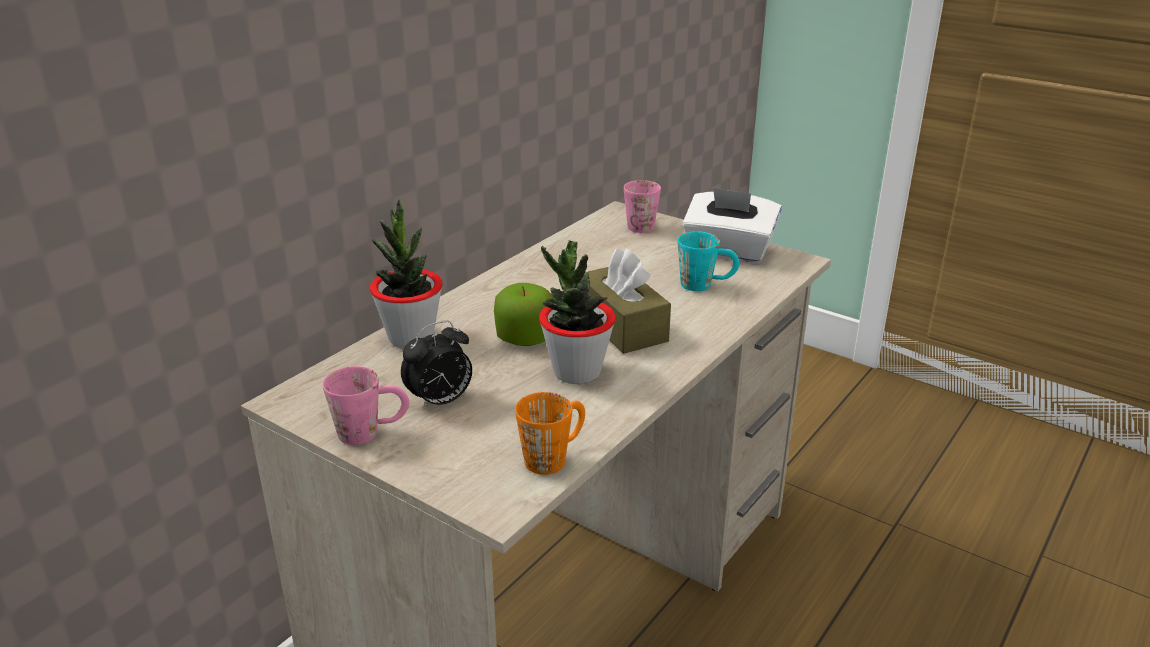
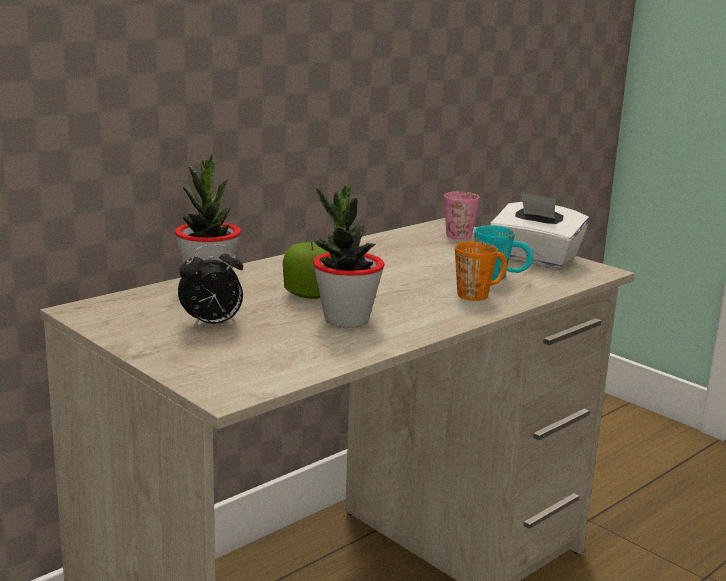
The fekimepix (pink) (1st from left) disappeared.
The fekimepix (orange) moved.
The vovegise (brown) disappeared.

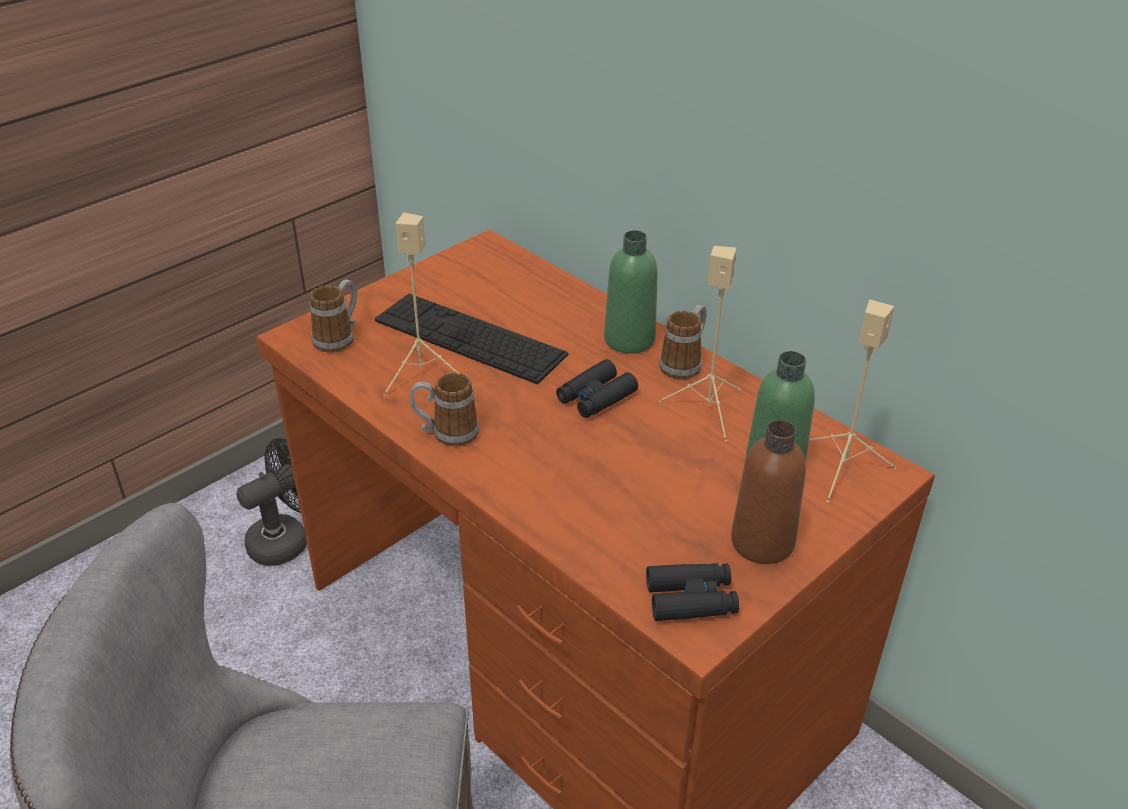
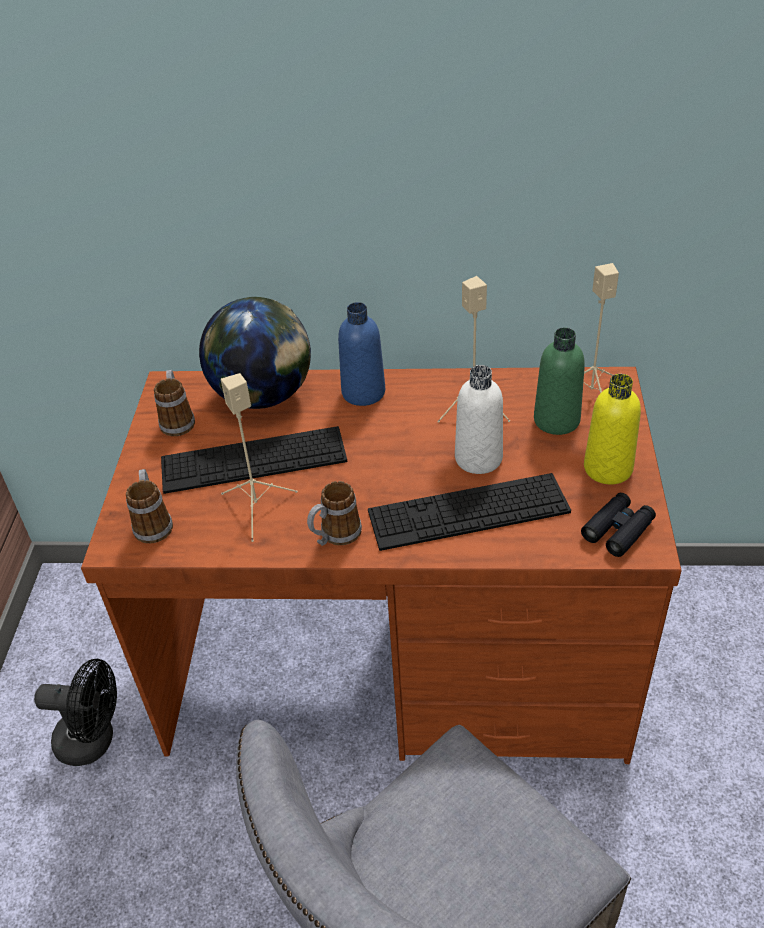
The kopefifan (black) turned 90 degrees clockwise.
The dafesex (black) (1st from left) disappeared.
The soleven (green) (1st from left) became the soleven (blue).
The fekimepix (3rd from left in the first image) moved.
The soleven (brown) became the soleven (yellow).
The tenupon appeared.
The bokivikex (2nd from left) appeared.
The soleven (white) appeared.

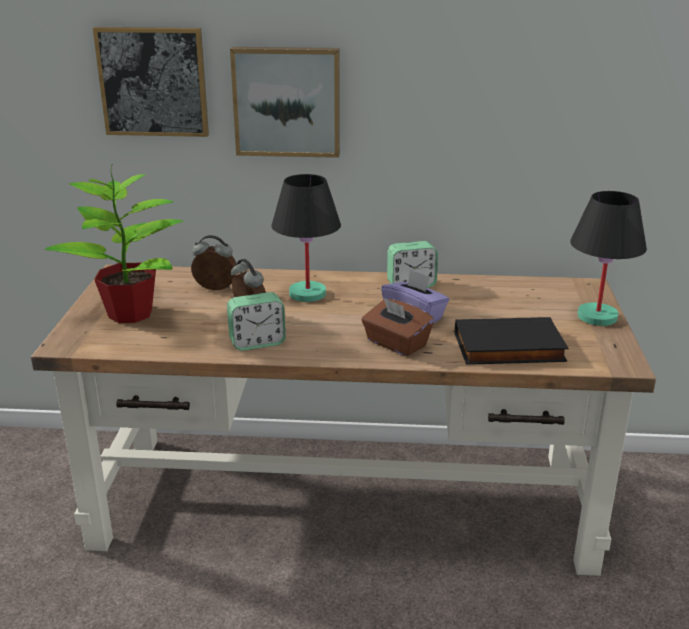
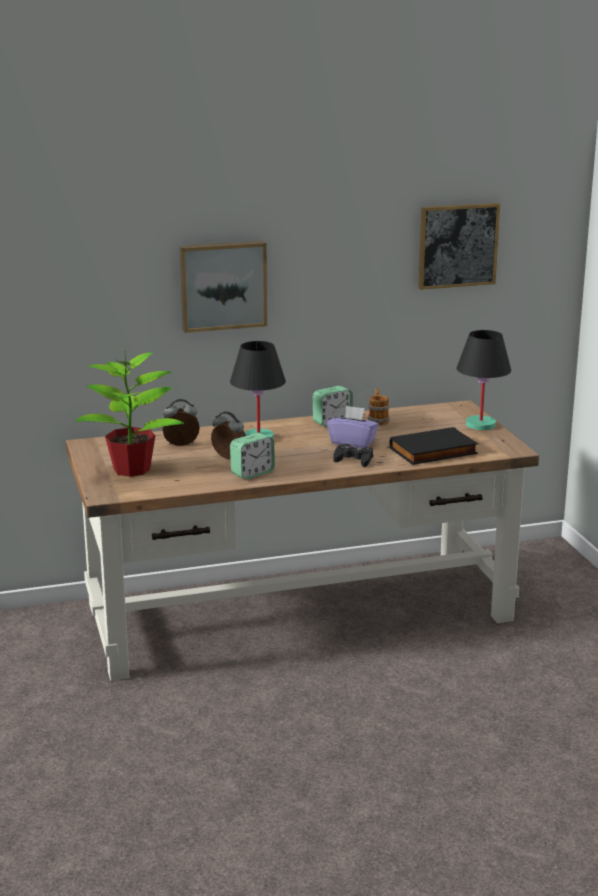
The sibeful (1st from left in the first image) moved.
The vovegise (brown) was replaced by the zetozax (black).
The fekimepix appeared.

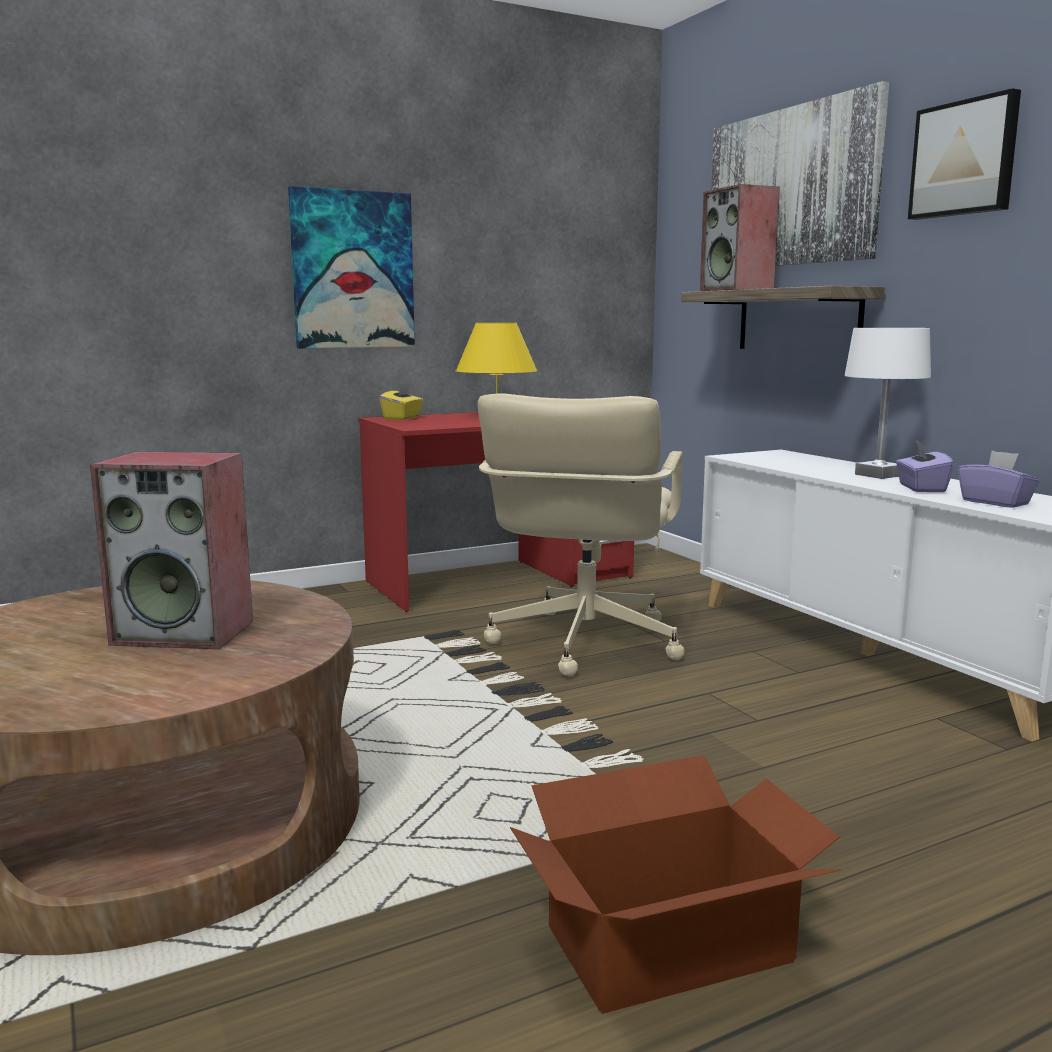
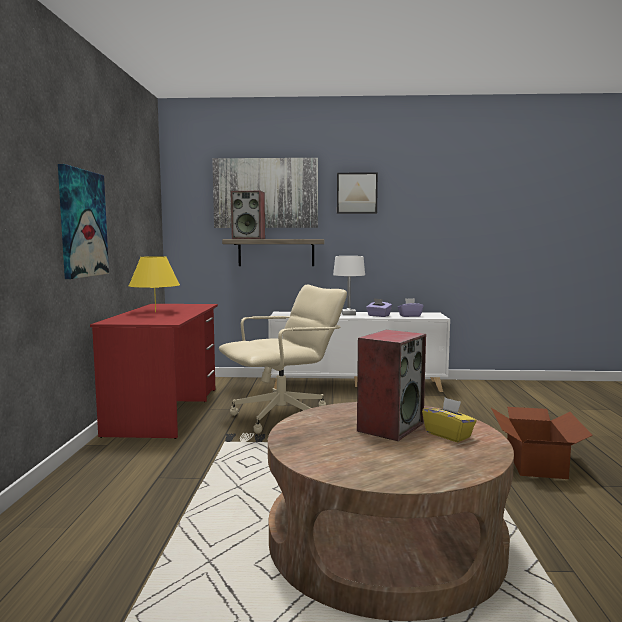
The vovegise (yellow) moved.
The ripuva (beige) turned 75 degrees counterclockwise.

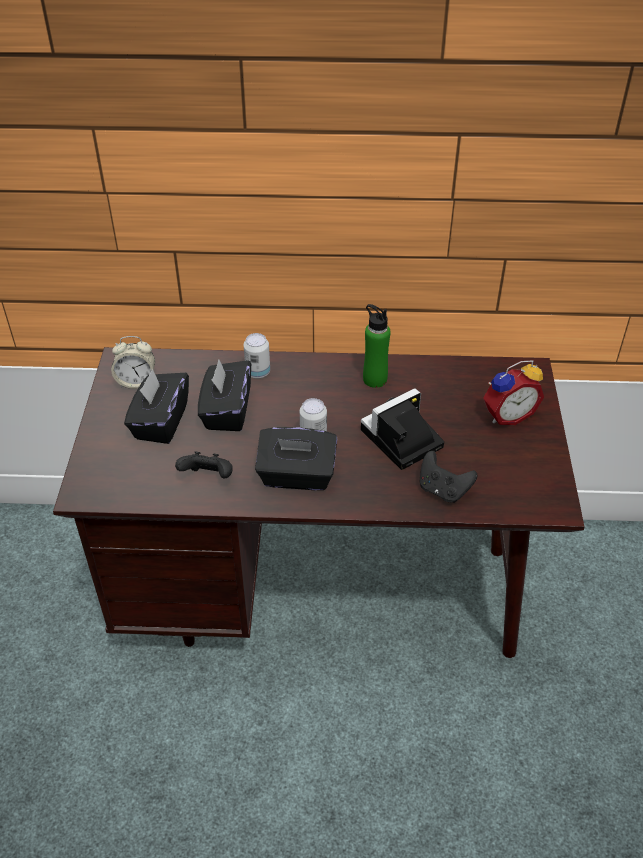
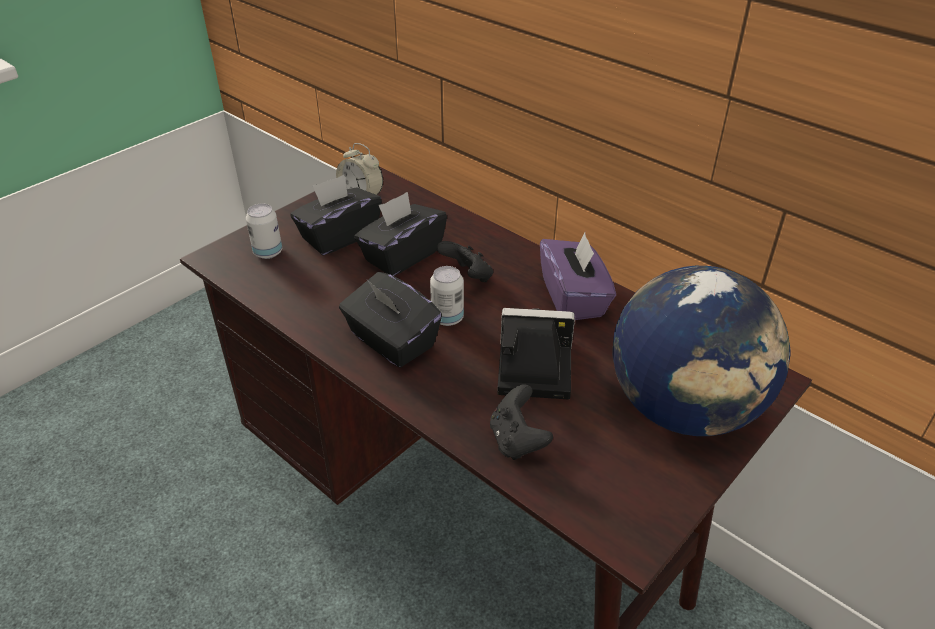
The zetozax (black) (1st from left) moved.
The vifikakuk (1st from left) moved.
The soleven (green) was replaced by the vovegise (purple).
The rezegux (2nd from left) was replaced by the tenupon.

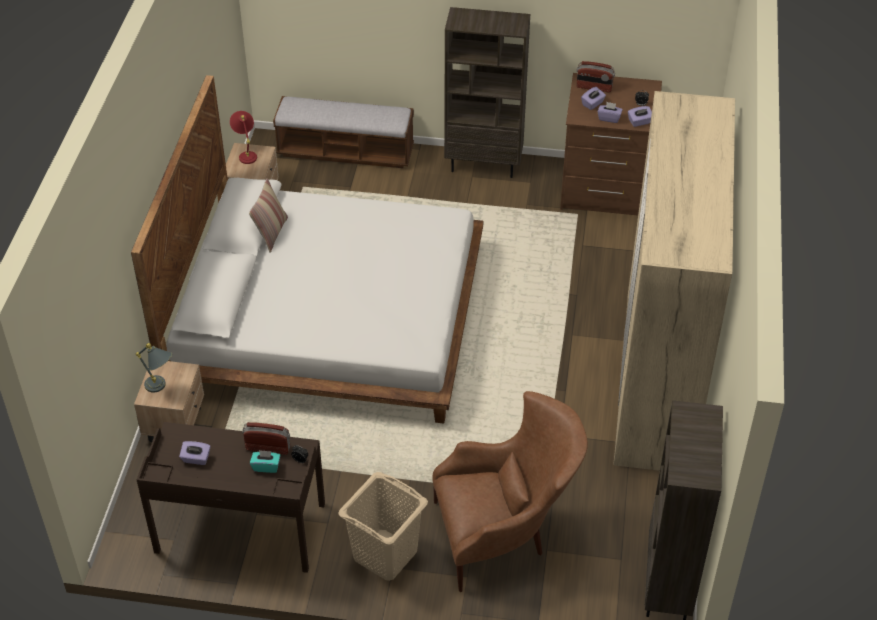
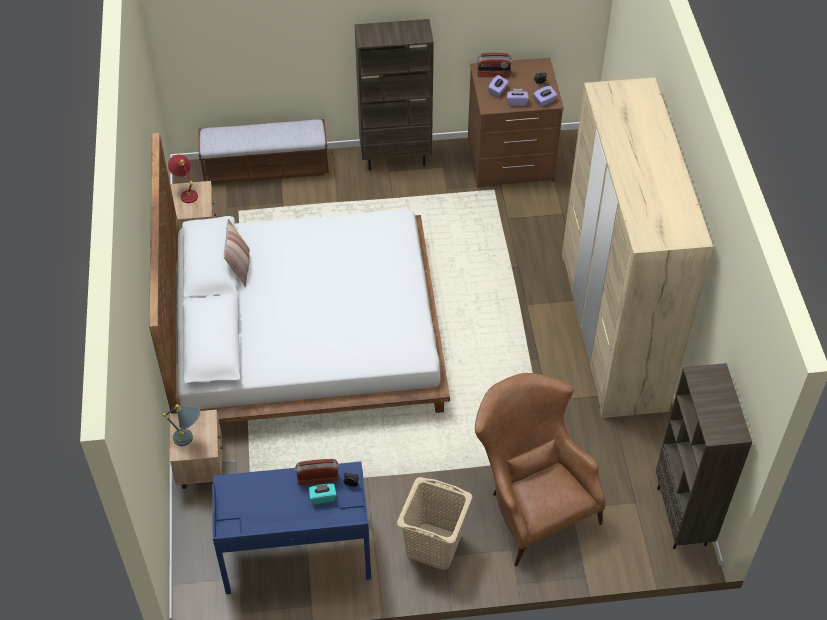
The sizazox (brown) became the sizazox (blue).
The vovegise (purple) (1st from left) disappeared.
The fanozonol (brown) turned 90 degrees counterclockwise.

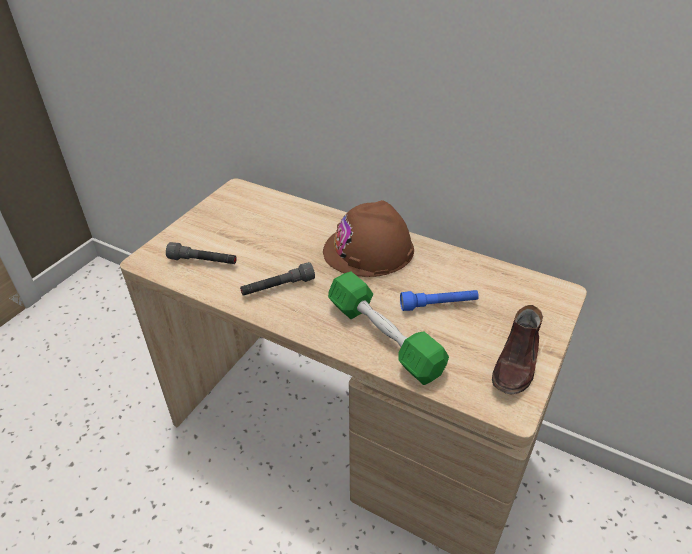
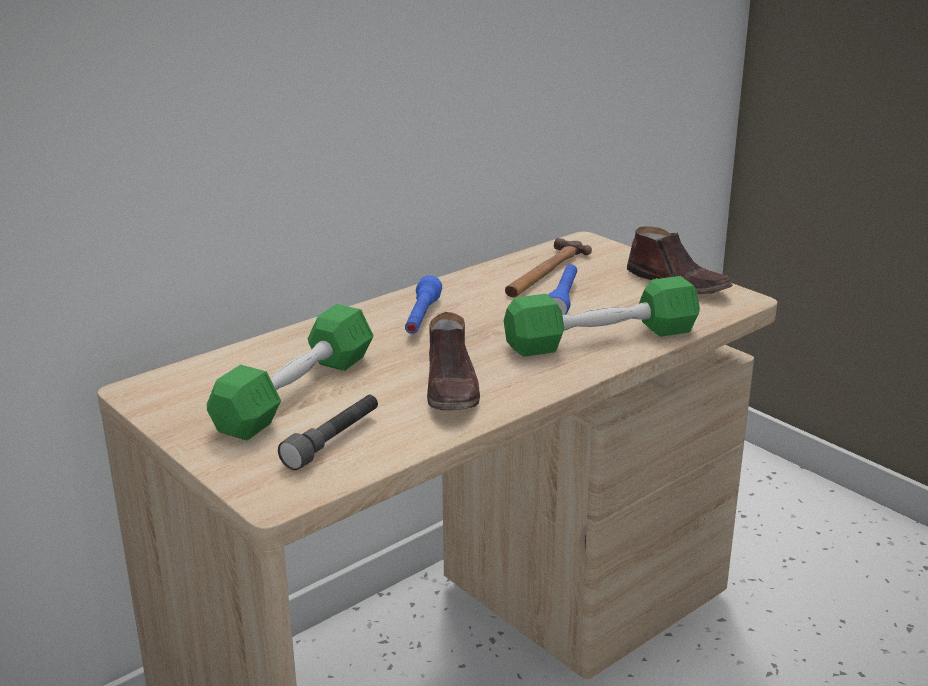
The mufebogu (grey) (2nd from left) was replaced by the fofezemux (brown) (1st from left).
The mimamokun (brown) was replaced by the mufebogu (blue) (1st from left).
The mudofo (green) (1st from left) appeared.
The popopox appeared.

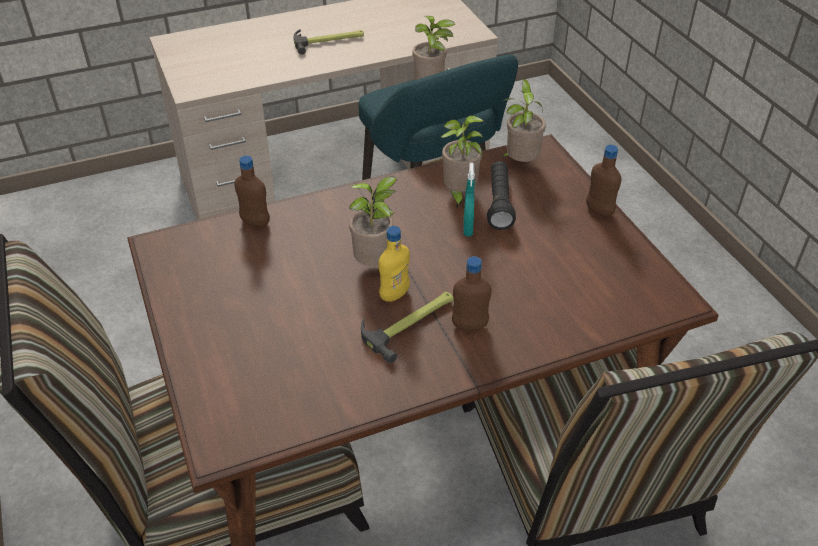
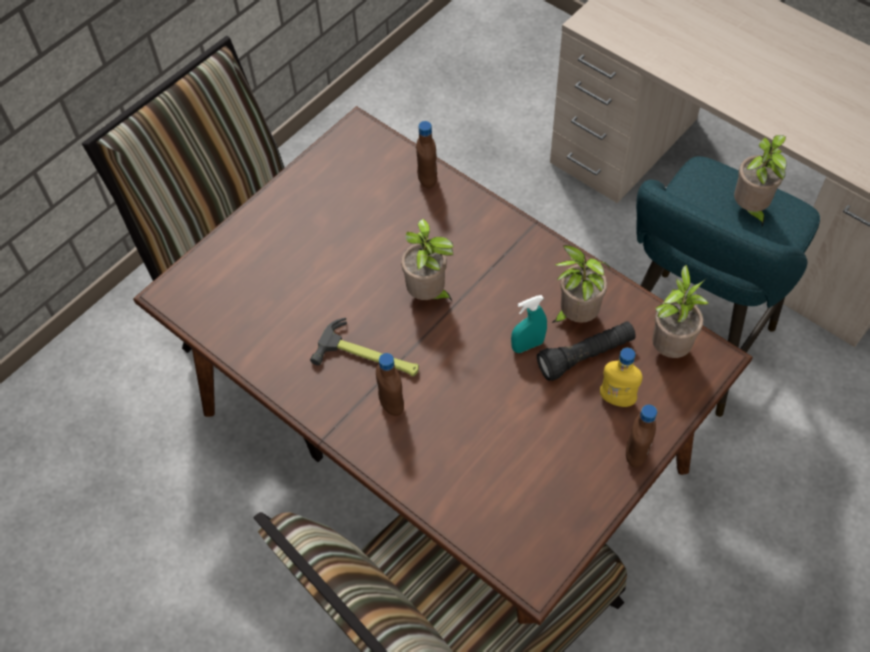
The popopox (1st from left) disappeared.
The soleven (yellow) moved.

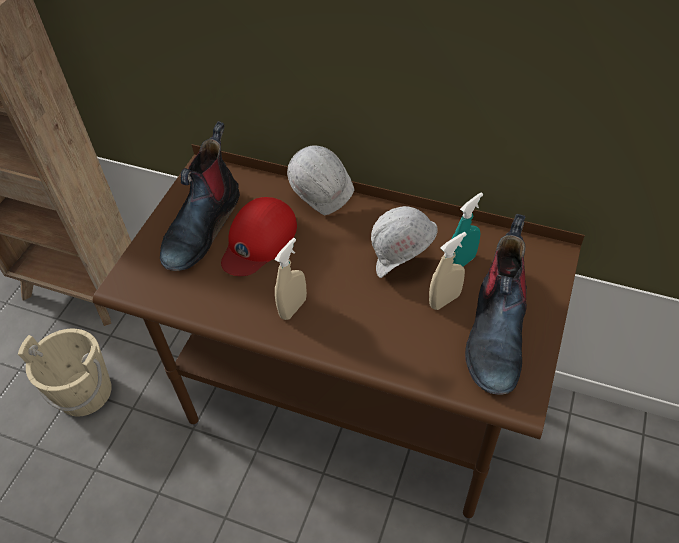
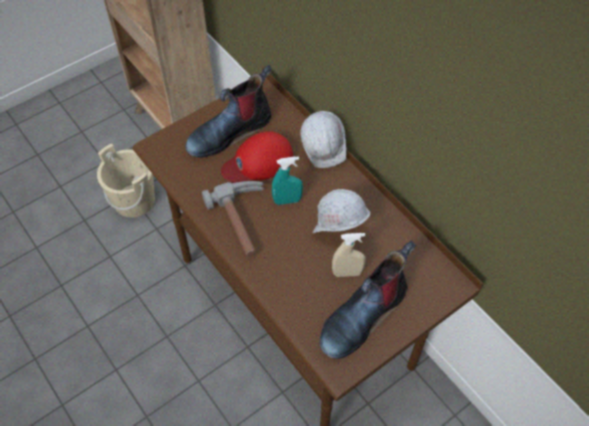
The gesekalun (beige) (1st from left) was replaced by the popopox.
The gesekalun (turquoise) moved.

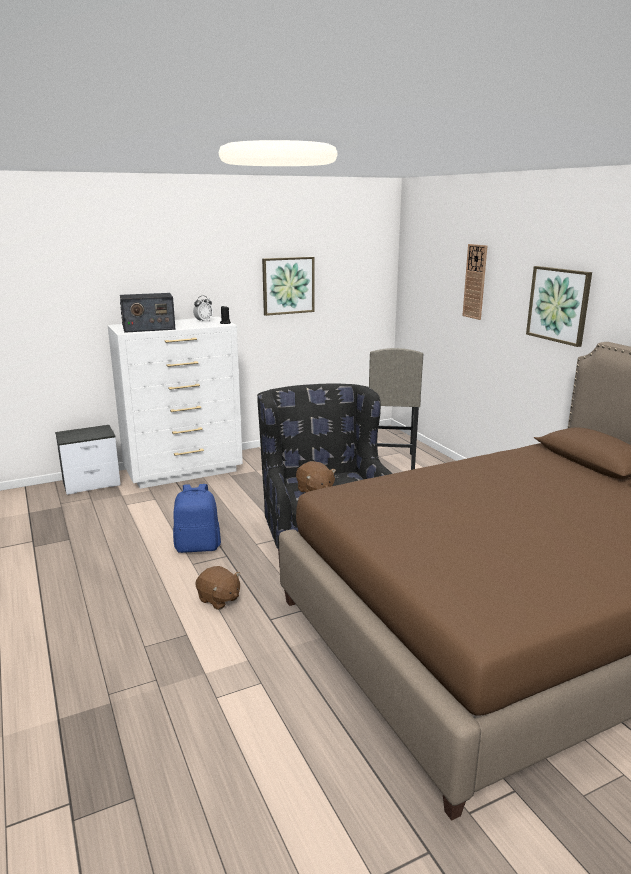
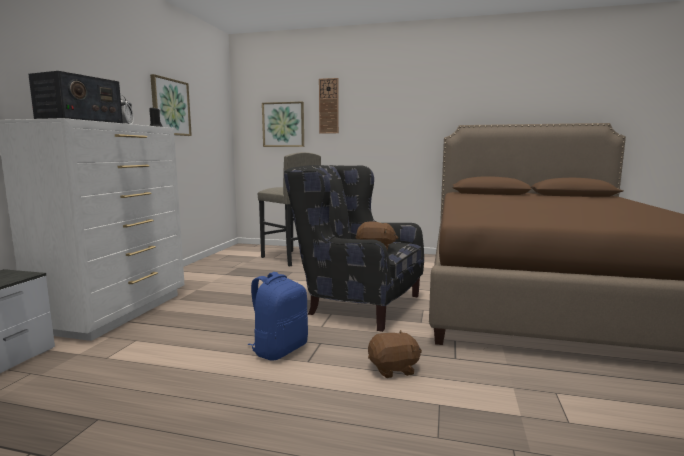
The sibeful (2nd from left) moved.

